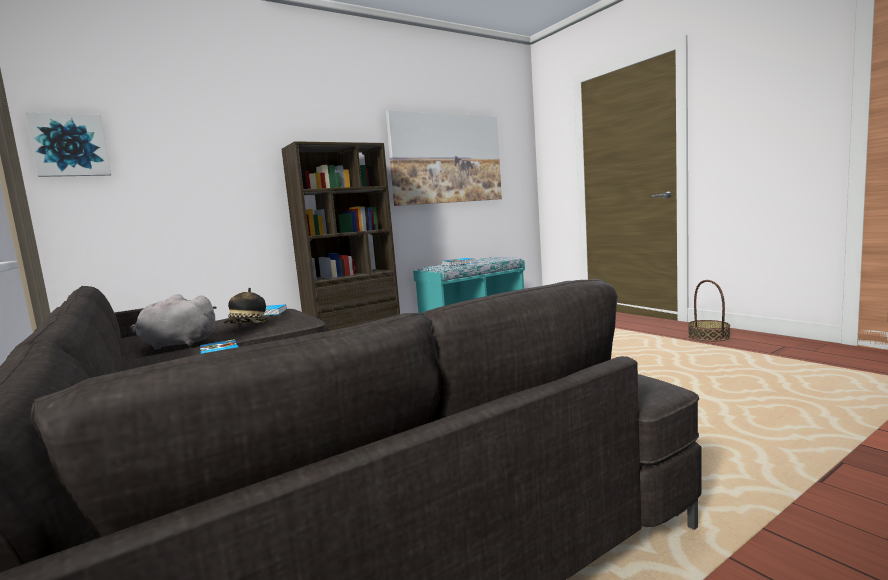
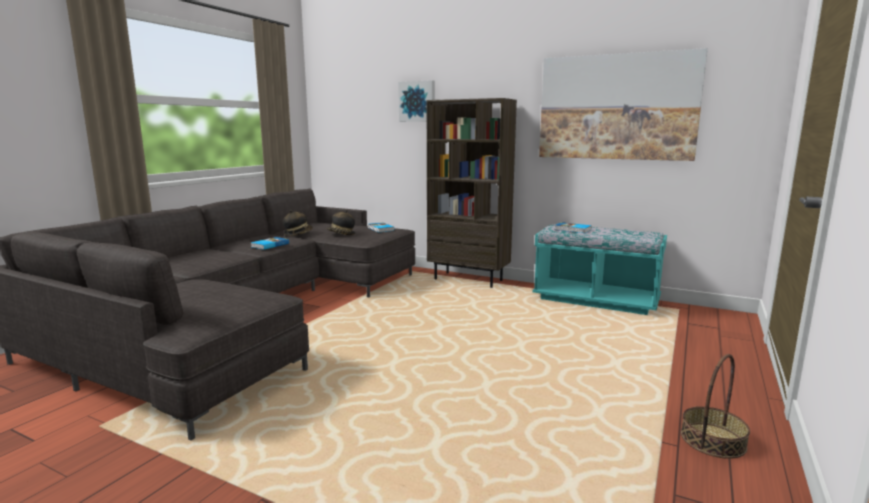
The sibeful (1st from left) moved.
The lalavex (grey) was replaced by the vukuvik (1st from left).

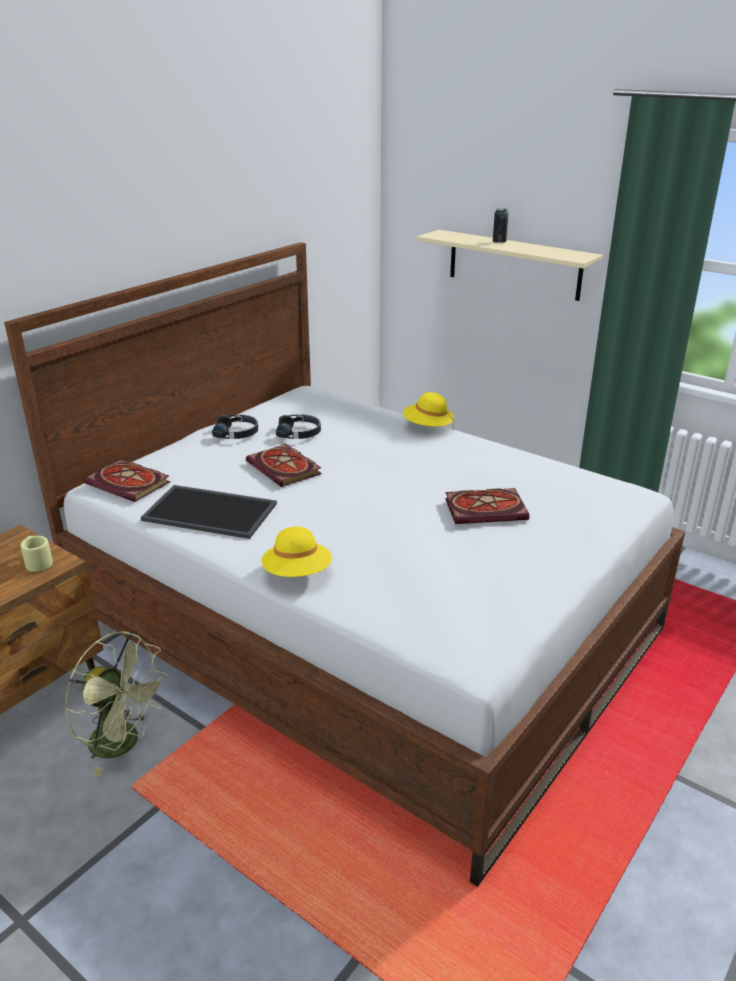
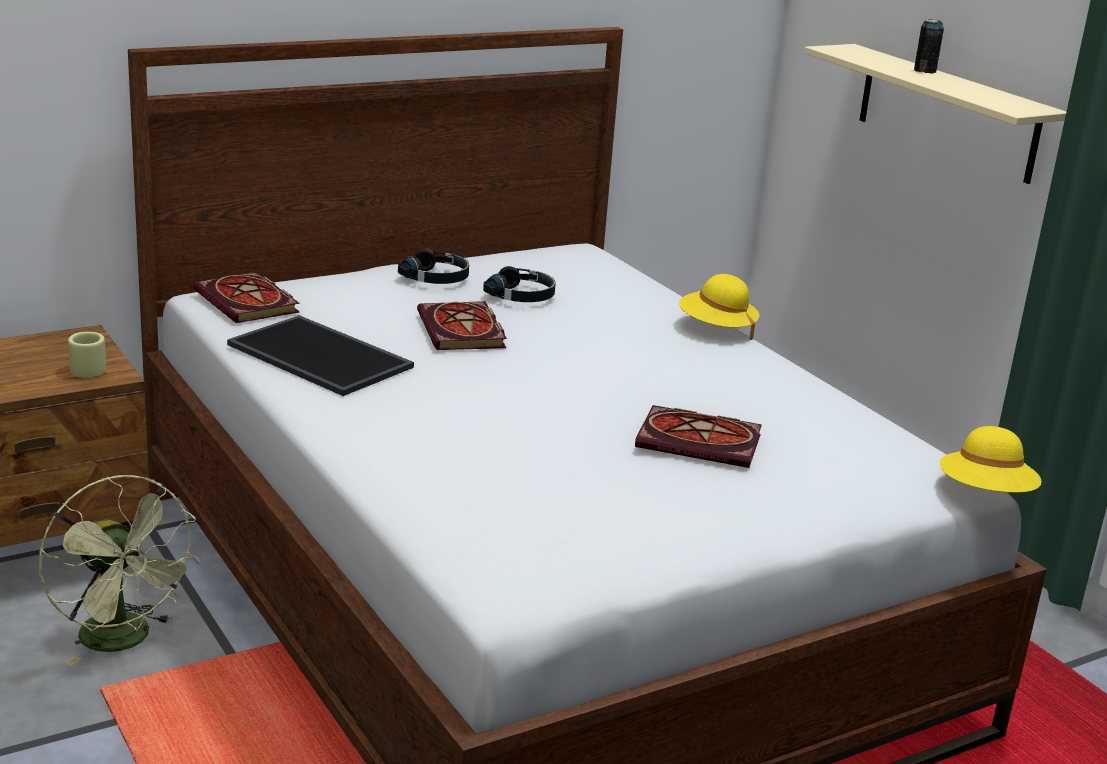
The vukuvik (yellow) (1st from left in the first image) moved.

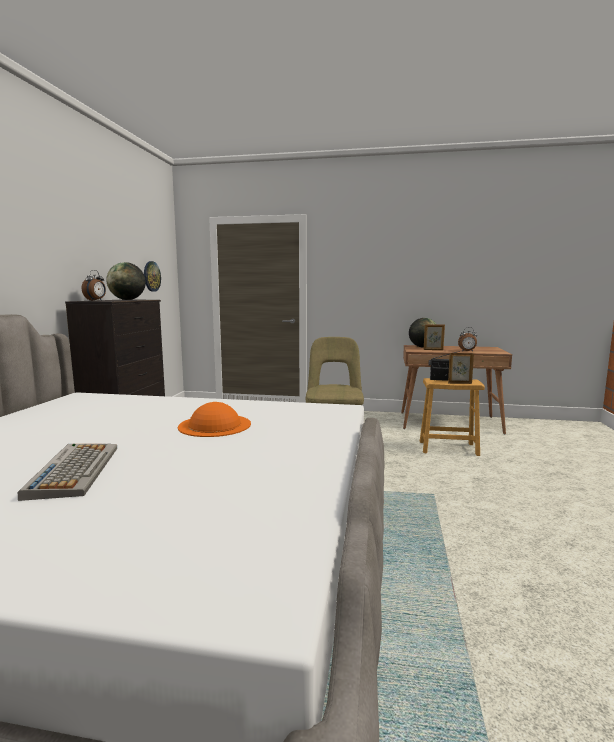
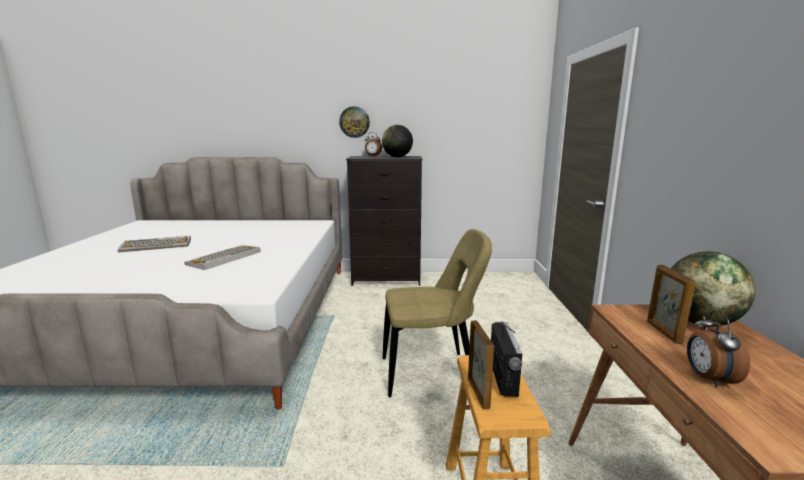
The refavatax moved.
The vukuvik (orange) was replaced by the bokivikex (2nd from left).

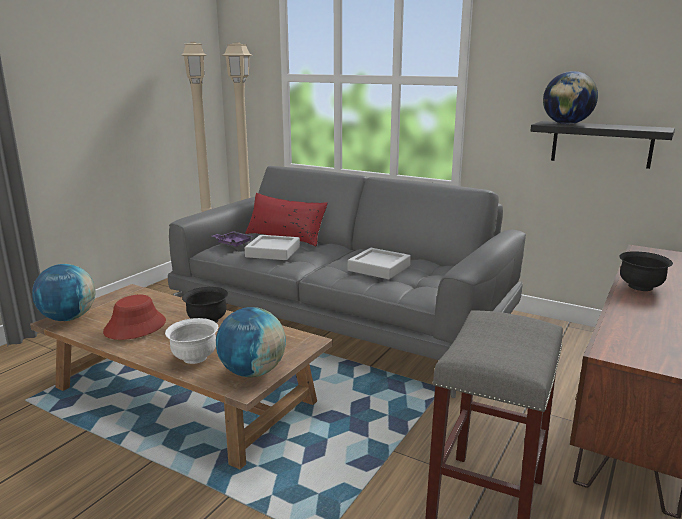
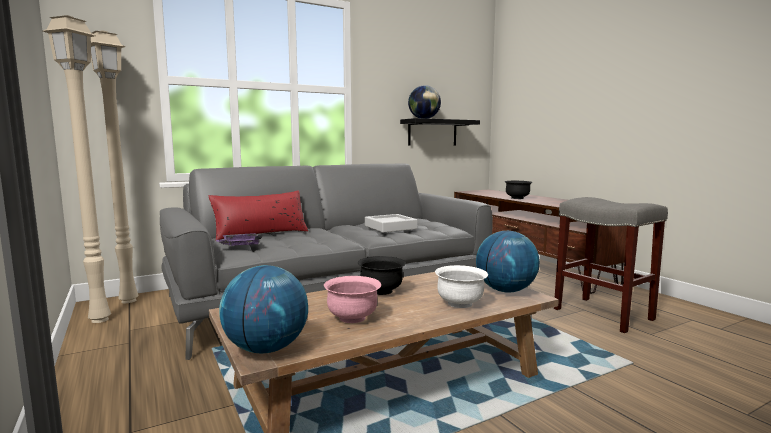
The vukuvik (red) was replaced by the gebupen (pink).
The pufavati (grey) (1st from left) disappeared.

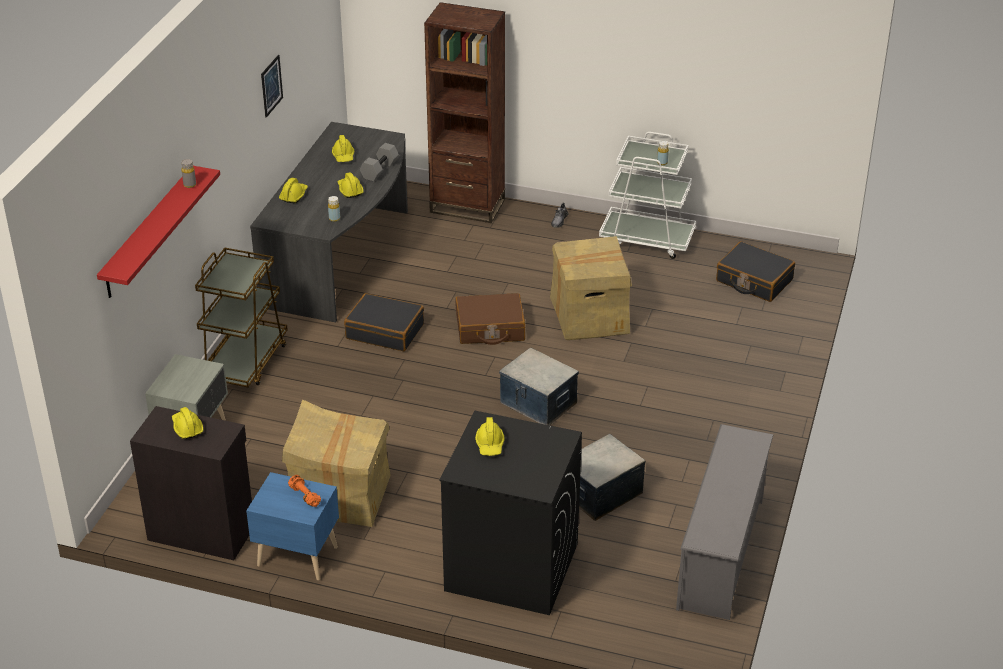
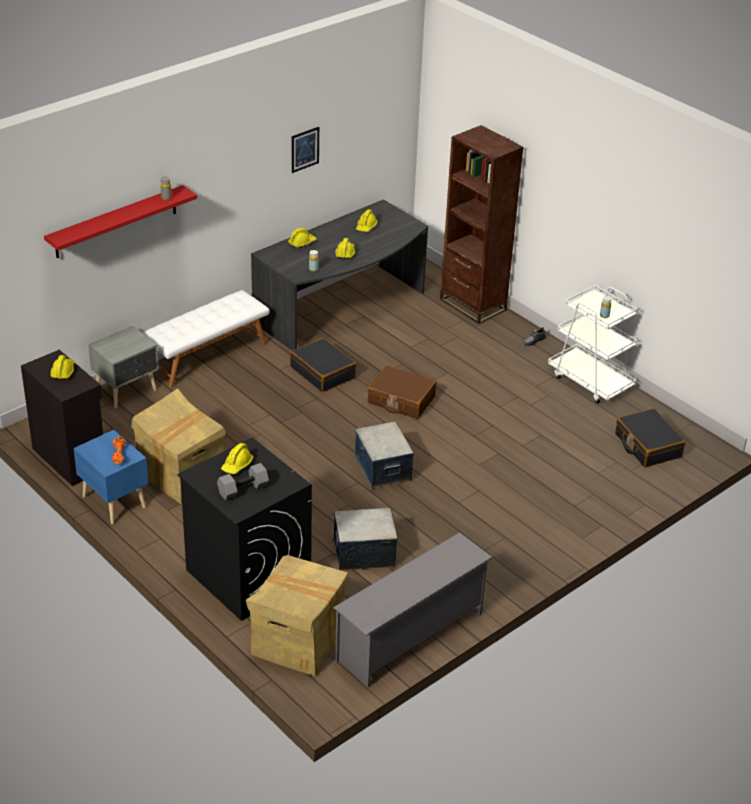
The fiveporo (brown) was replaced by the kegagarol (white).
The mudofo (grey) moved.
The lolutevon (2nd from left) moved.

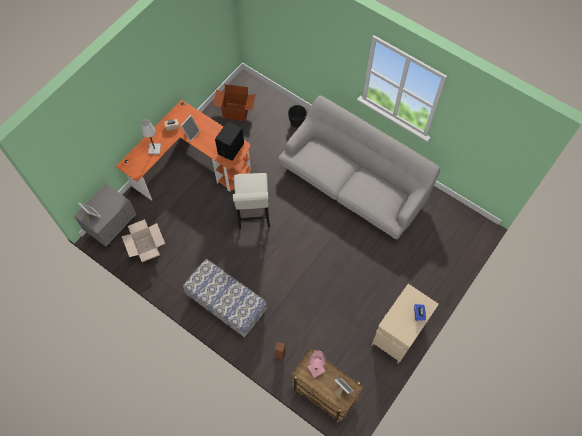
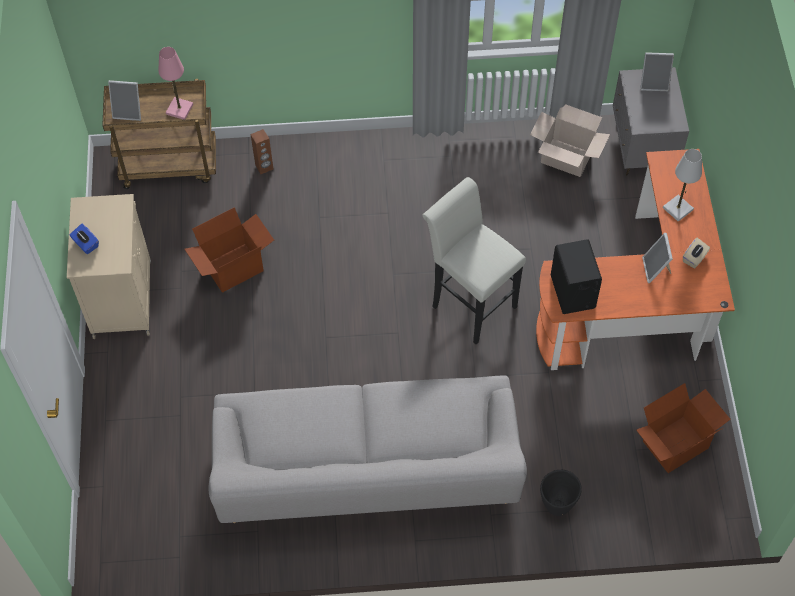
The kegagarol disappeared.
The lolutevon (1st from left) appeared.

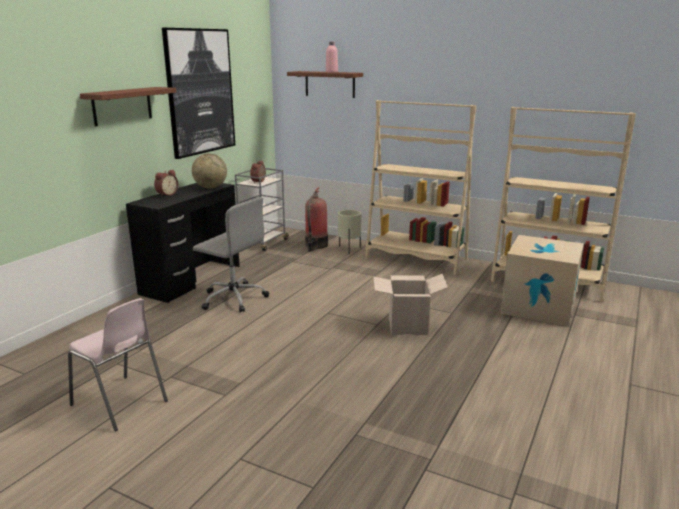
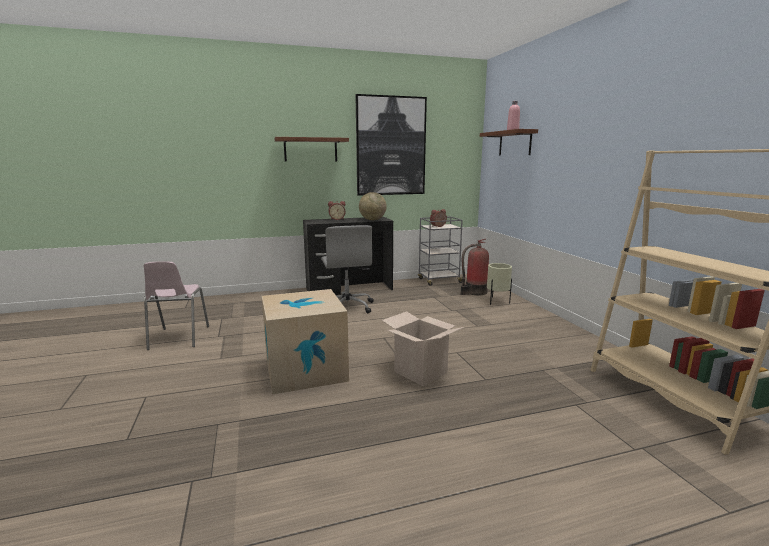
The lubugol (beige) (1st from left) disappeared.
The lolutevon (2nd from left in the first image) moved.

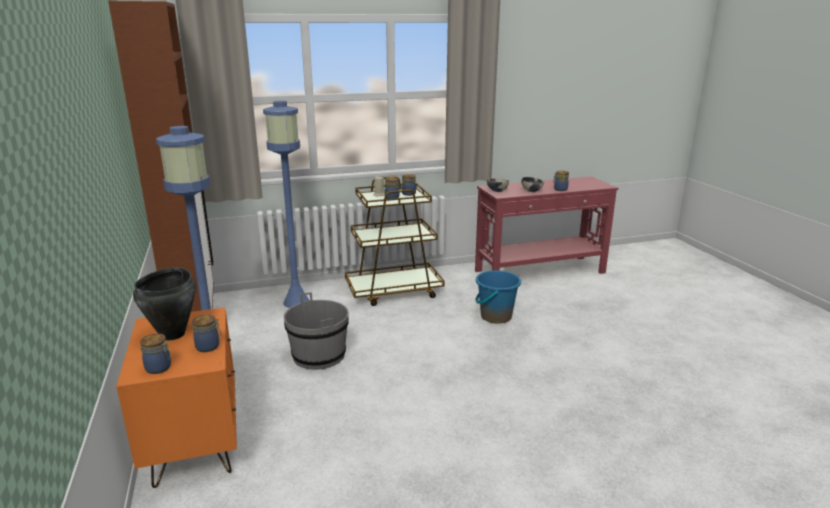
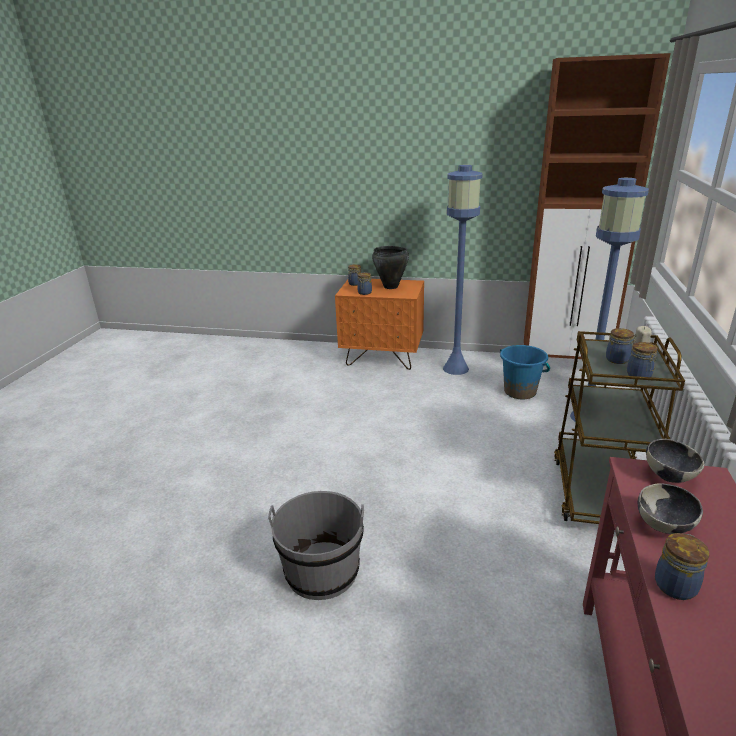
The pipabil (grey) moved.
The pipabil (blue) moved.

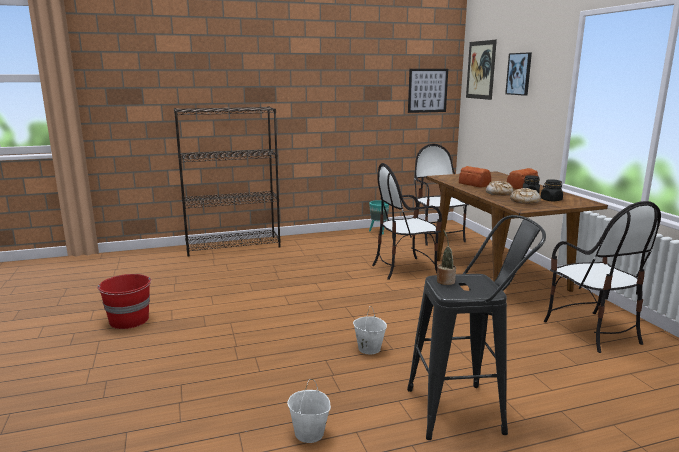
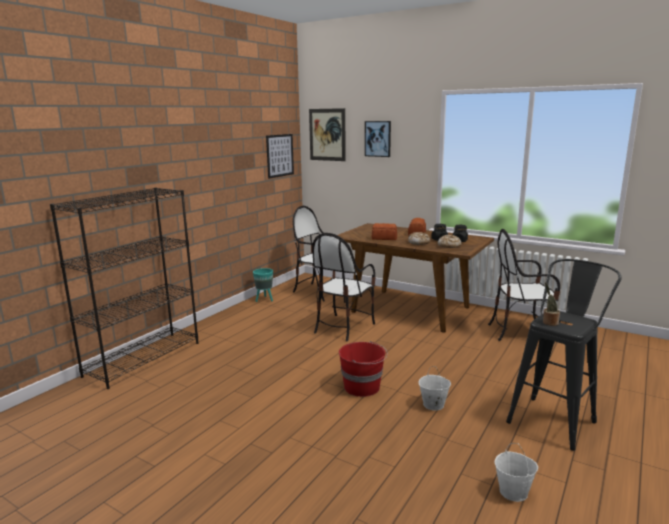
The pipabil (red) moved.
The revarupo (3rd from left) turned 150 degrees clockwise.

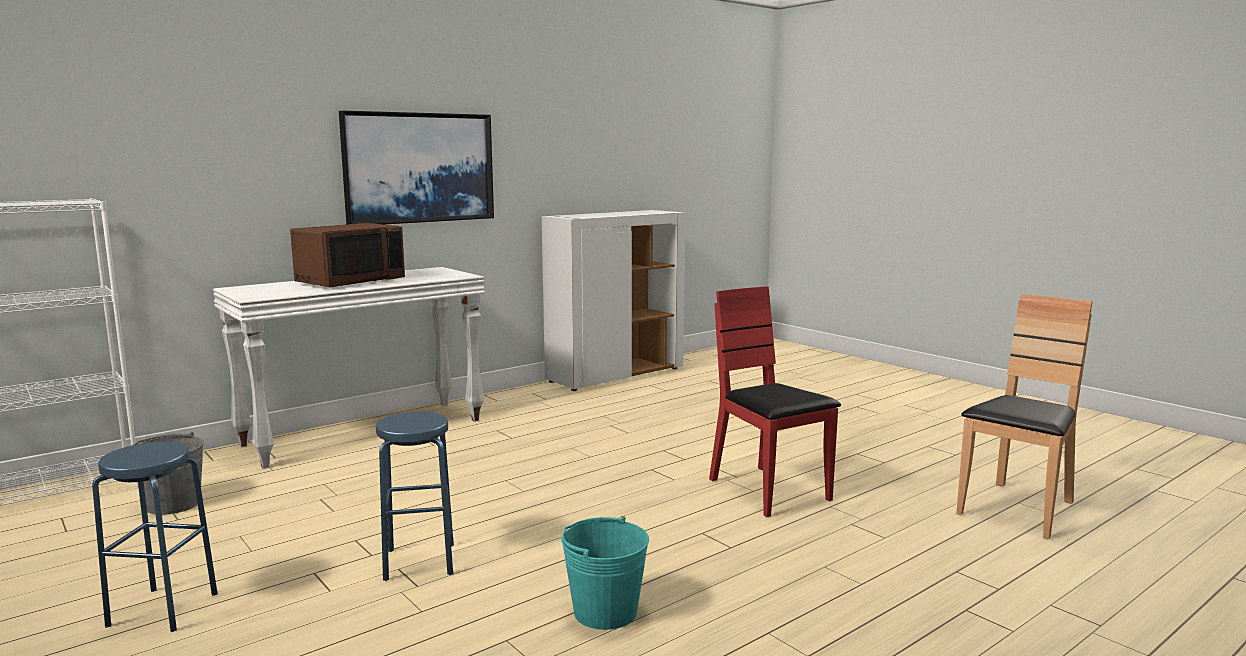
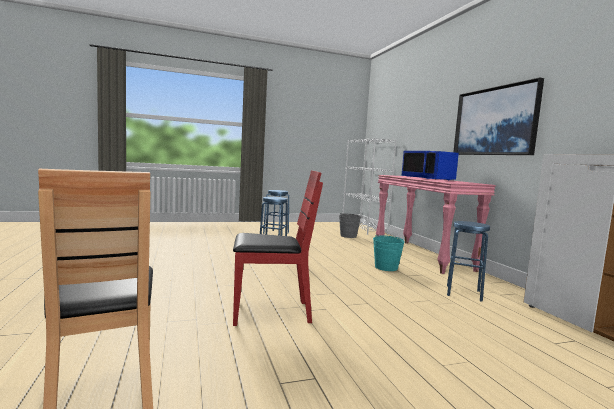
The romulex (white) became the romulex (pink).
The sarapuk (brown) became the sarapuk (blue).
The pipabil (turquoise) moved.
The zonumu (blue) (3rd from left) appeared.

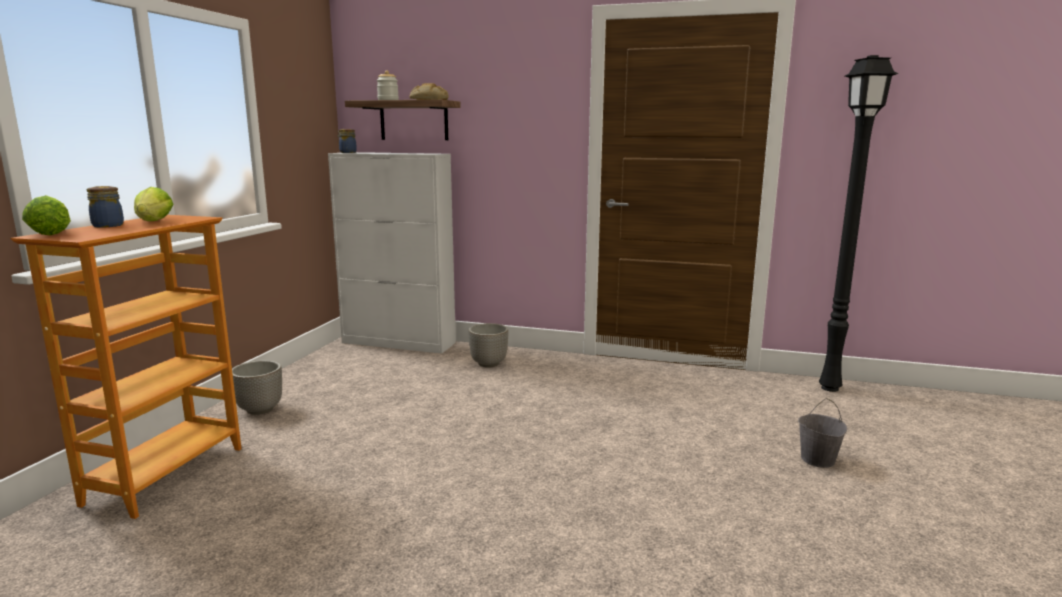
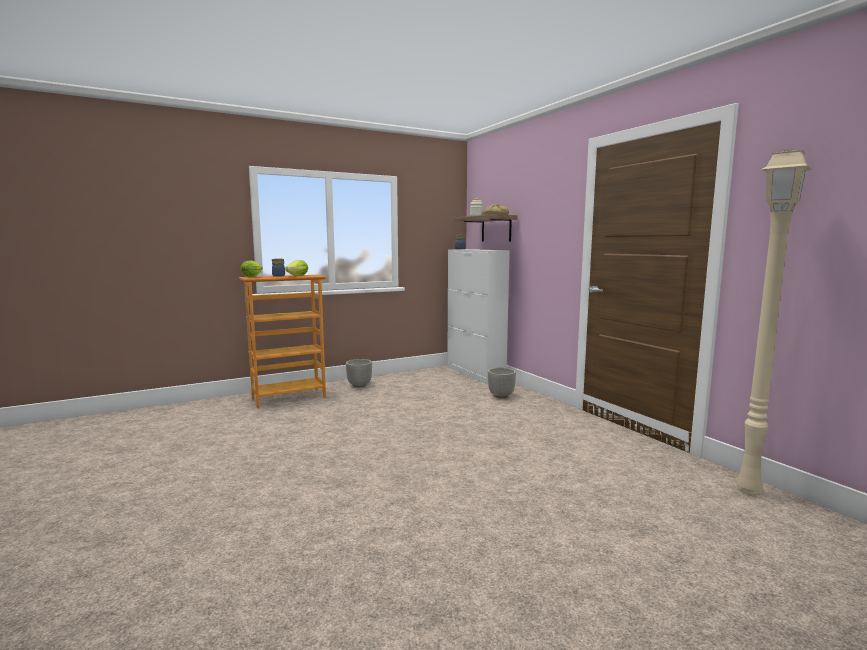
The pipabil (grey) disappeared.
The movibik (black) became the movibik (beige).

